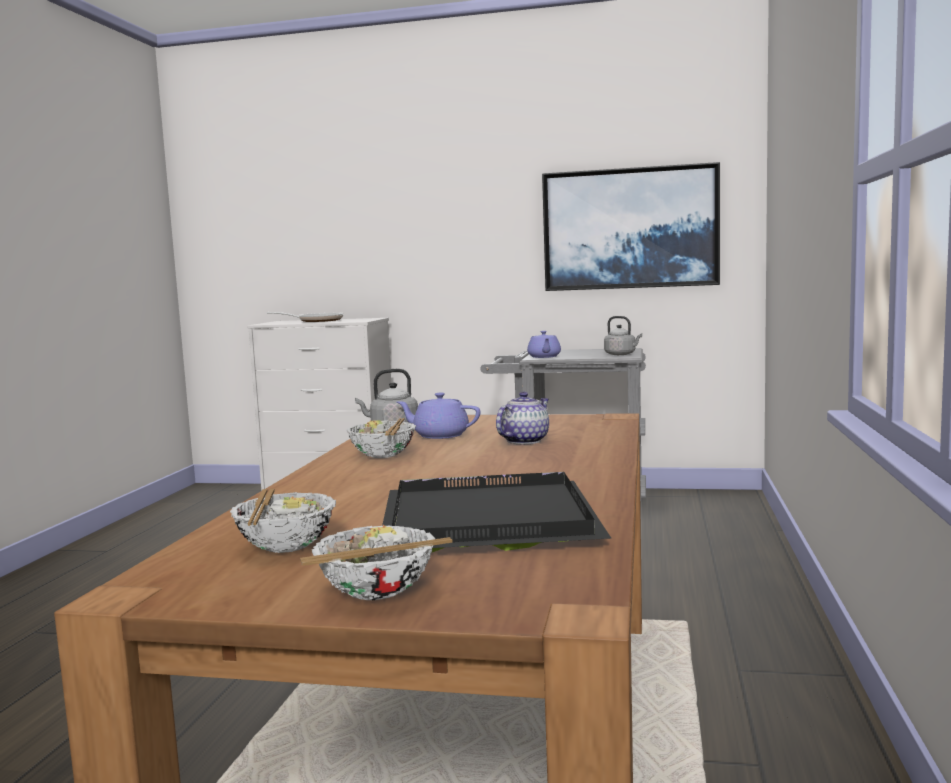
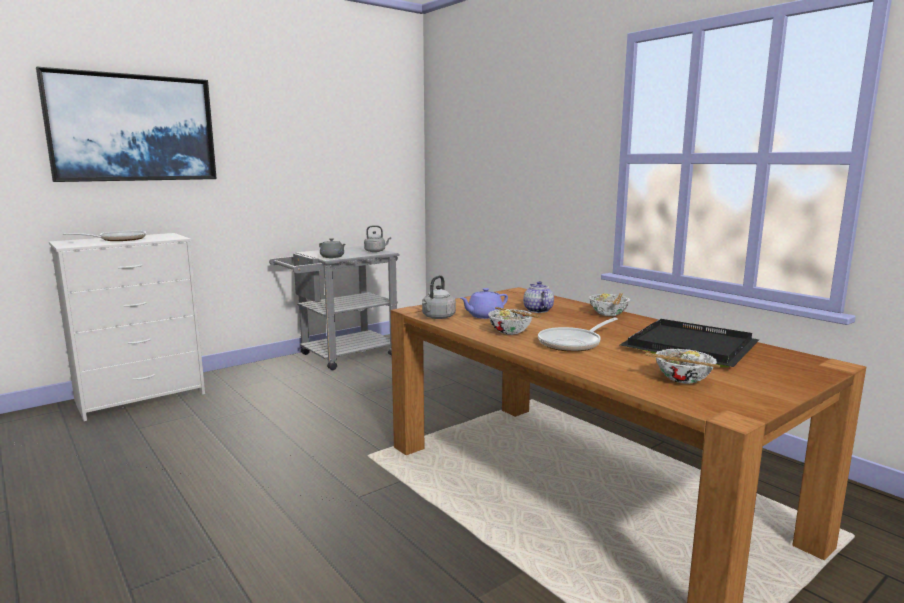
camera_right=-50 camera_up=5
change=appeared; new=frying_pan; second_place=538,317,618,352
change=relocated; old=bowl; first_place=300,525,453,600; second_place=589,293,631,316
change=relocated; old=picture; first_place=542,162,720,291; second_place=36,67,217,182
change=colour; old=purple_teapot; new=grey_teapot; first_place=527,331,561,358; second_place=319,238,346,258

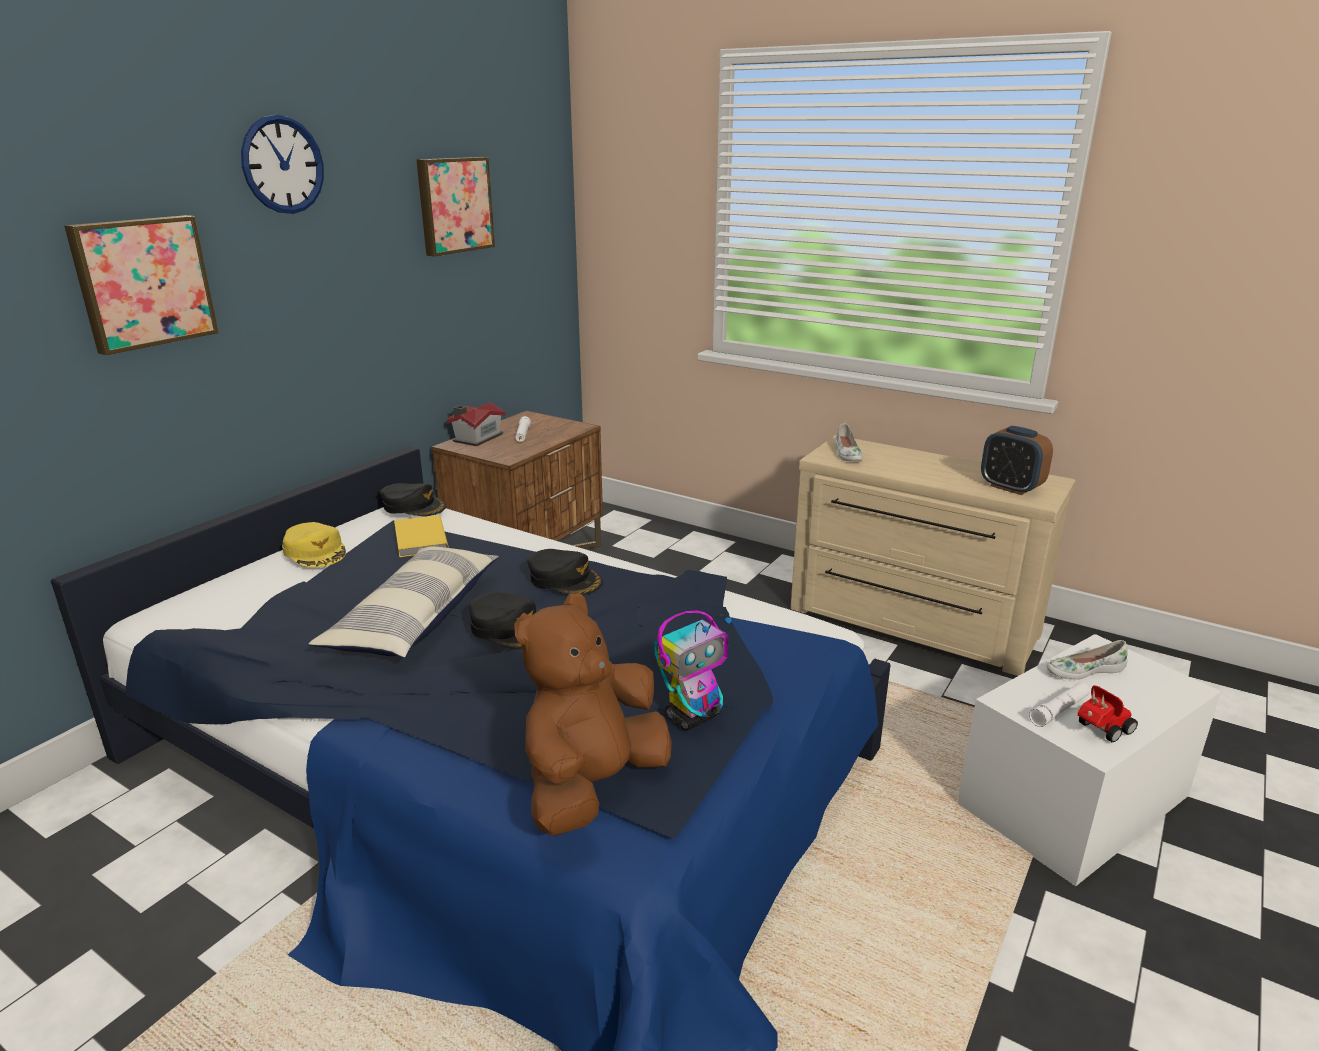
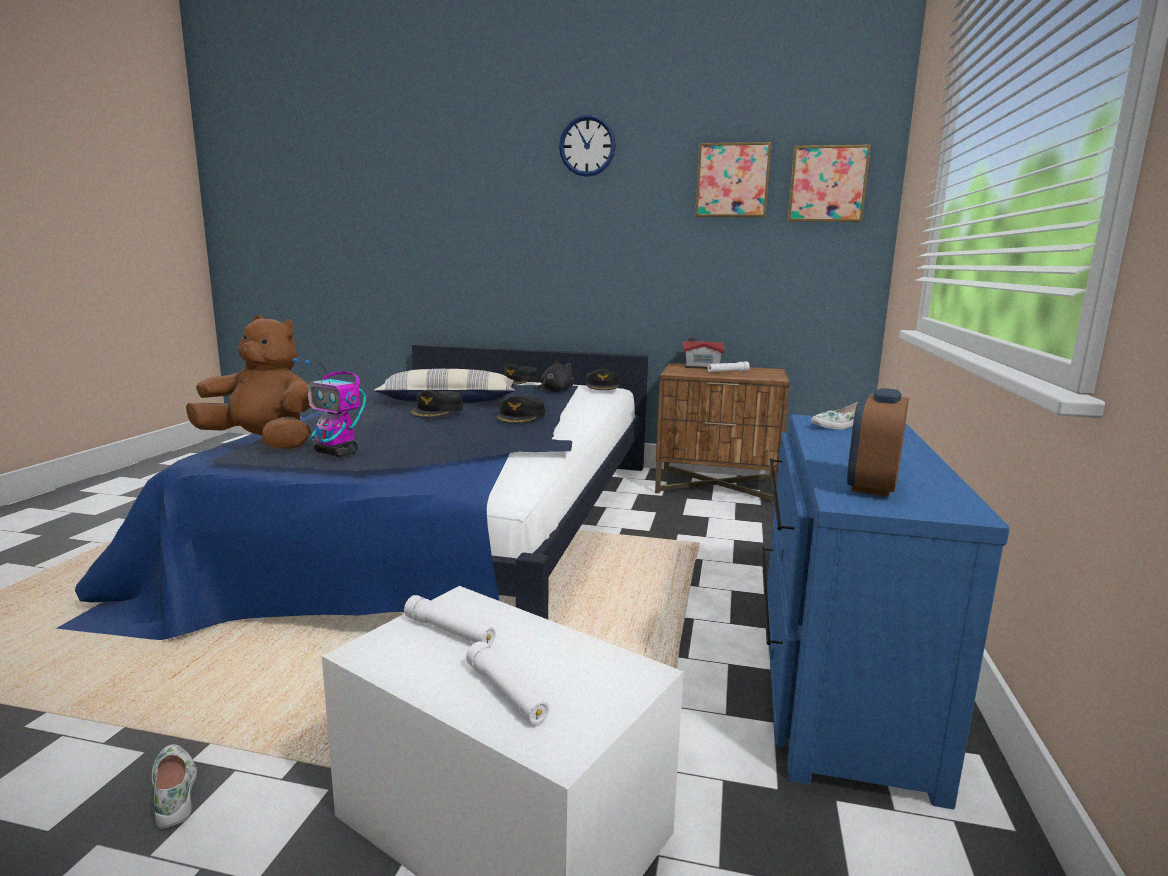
camera_right=70 camera_up=-10
change=missing; old=toy_car; first_place=1078,685,1138,742
change=appeared; new=white_flashlight; second_place=466,641,549,724
change=relocated; old=picture; first_place=64,215,219,355; second_place=787,145,871,222
change=relocated; old=white_shoe; first_place=1046,640,1128,680; second_place=152,744,197,829
change=exchanged; old=yellow_book; new=black_plush_toy; first_place=394,515,449,557; second_place=533,361,574,392
change=colour; old=yellow_cap; new=black_cap; first_place=282,522,346,567; second_place=504,364,539,385
change=colour; old=beige_dresser; new=blue_dresser; first_place=790,435,1075,676; second_place=762,414,1010,810

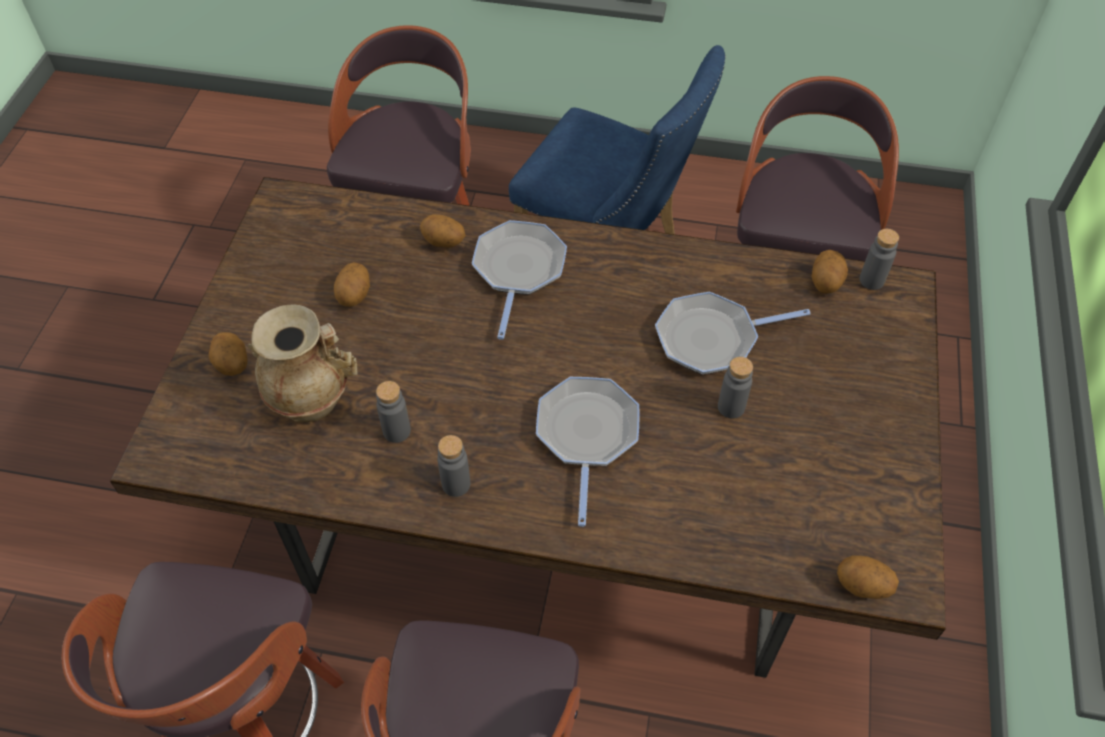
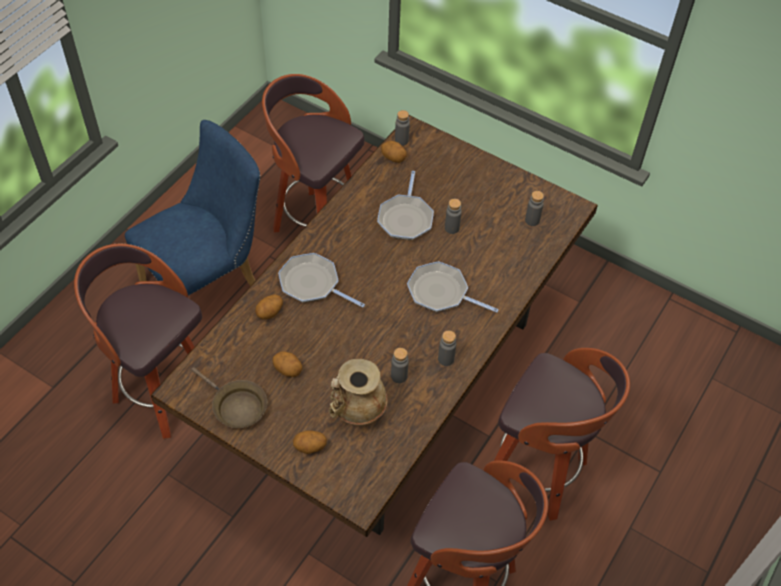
camera_right=-70 camera_up=0
change=missing; old=potato; first_place=837,555,899,599
change=appeared; new=brown_frying_pan; second_place=191,367,267,428
change=appeared; new=grey_bottle; second_place=525,191,544,226

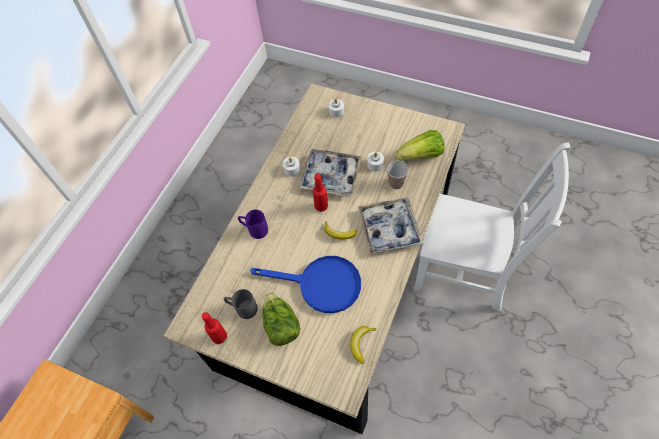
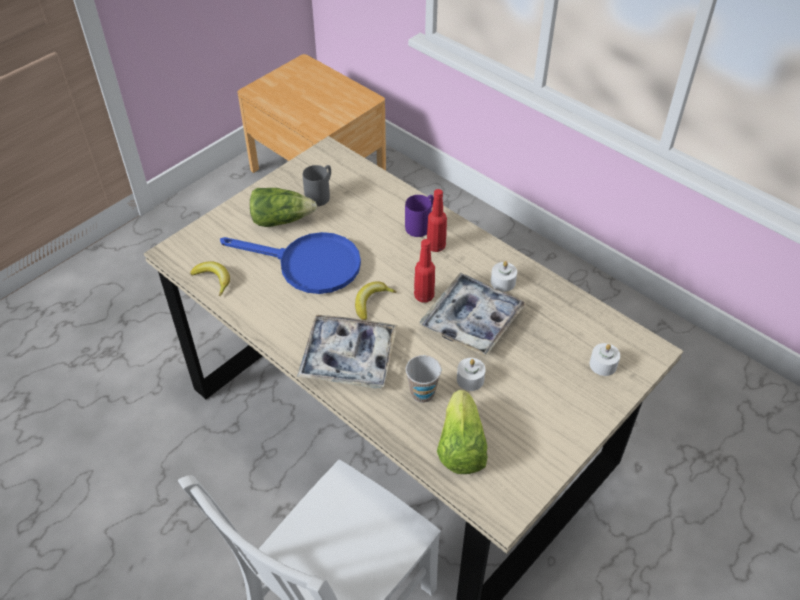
camera_right=105 camera_up=-10
change=relocated; old=red_bottle; first_place=202,312,227,344; second_place=427,189,447,252
change=spun; old=blue_frying_pan; first_place=250,256,361,313; second_place=220,232,361,294; degrees=-105

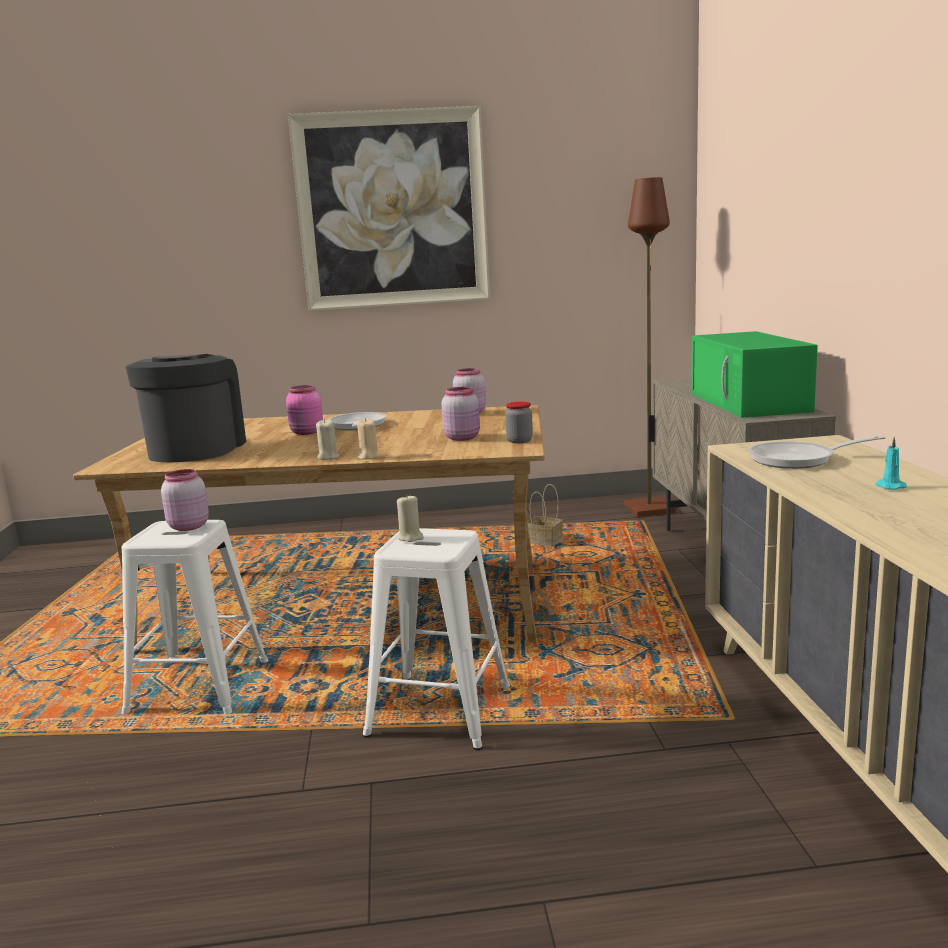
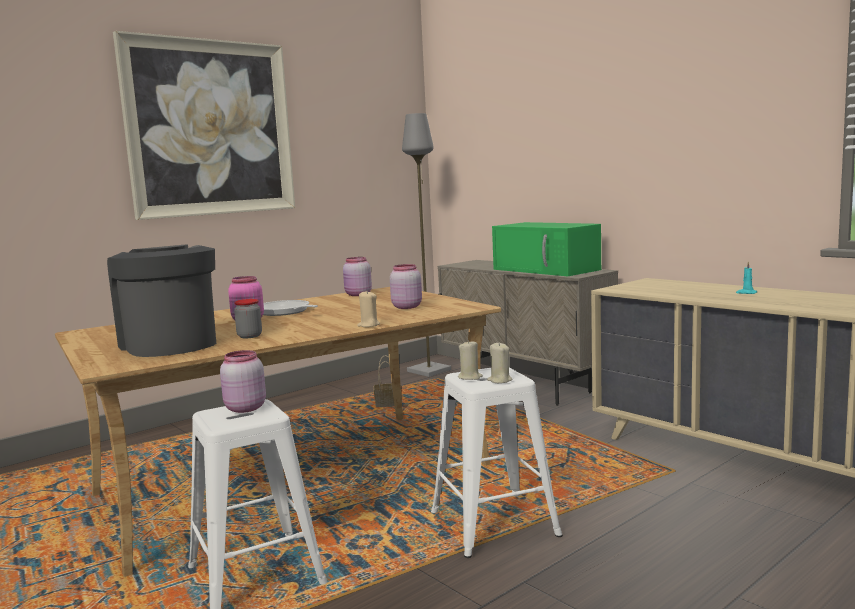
camera_right=-35 camera_up=-5
change=missing; old=frying_pan; first_place=748,436,886,469
change=relocated; old=beige_candle; first_place=316,419,339,460; second_place=487,343,513,383
change=relocated; old=jar; first_place=505,402,533,443; second_place=234,299,262,338
change=colour; old=brown_floor_lamp; new=grey_floor_lamp; first_place=624,177,676,517; second_place=402,113,451,377

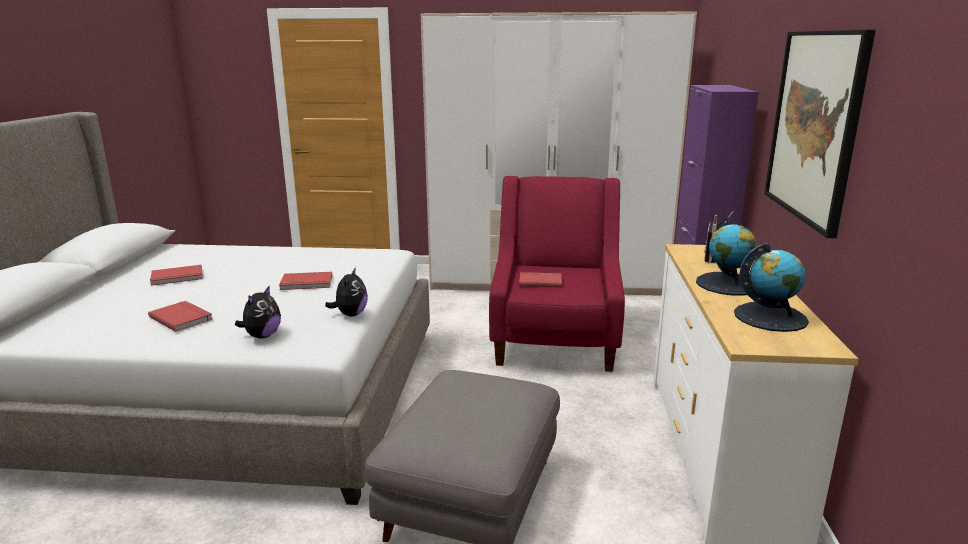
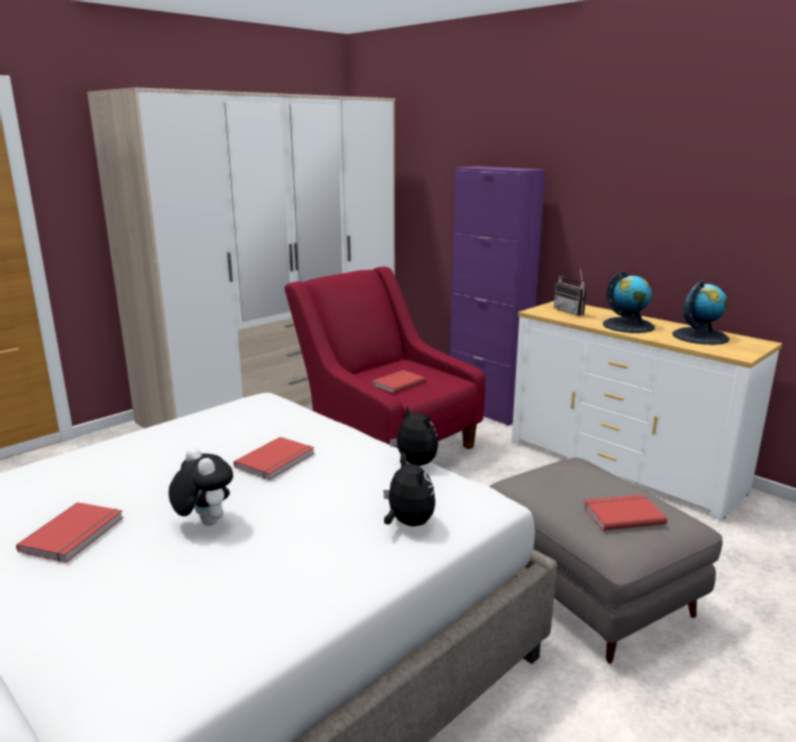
camera_right=-50 camera_up=0
change=missing; old=picture; first_place=764,30,876,238
change=appeared; new=plush_toy; second_place=169,447,233,526
change=relocated; old=red_book; first_place=148,301,212,332; second_place=583,494,667,531

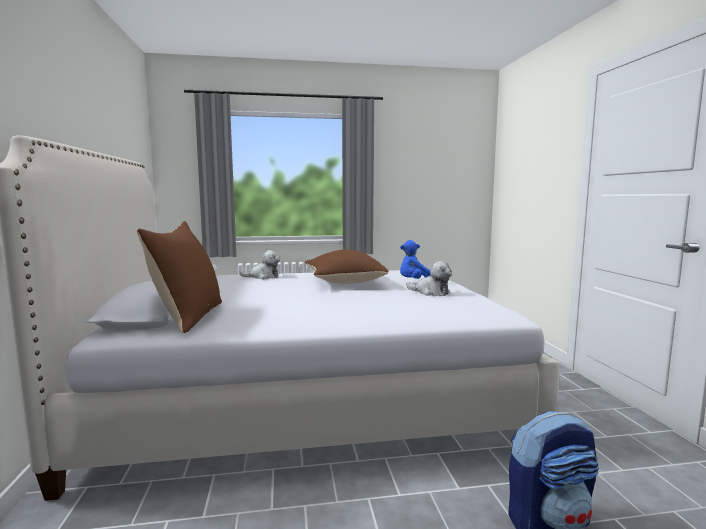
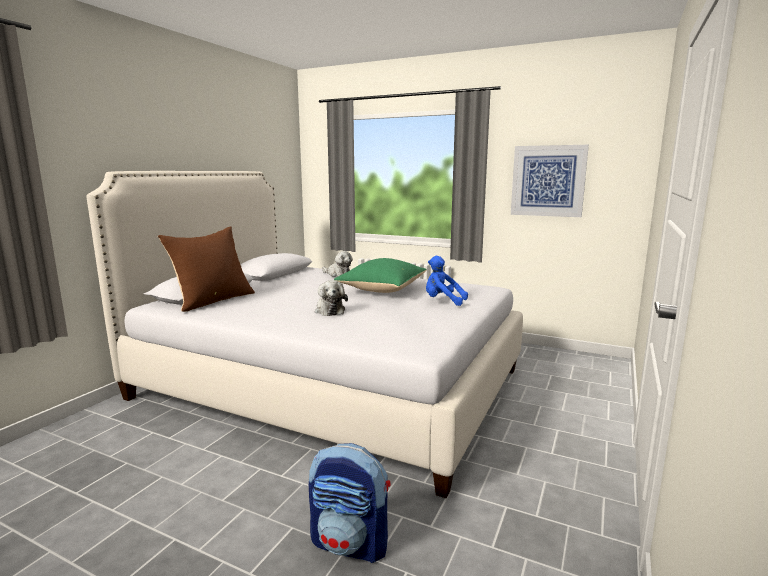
camera_right=35 camera_up=5
change=appeared; new=picture; second_place=511,145,589,217
change=relocated; old=plush_toy; first_place=406,261,452,296; second_place=315,280,348,316
change=colour; old=brown_pillow; new=green_pillow; first_place=305,250,389,284; second_place=334,258,427,293

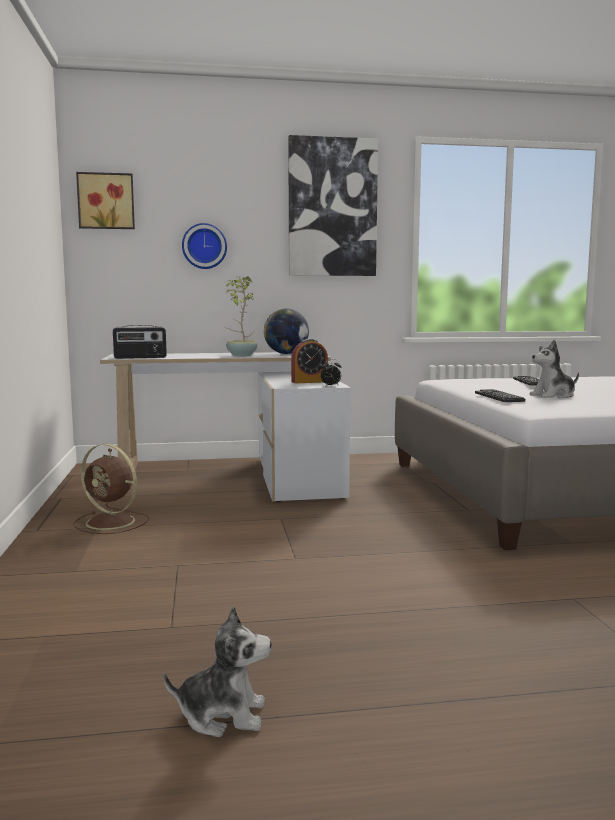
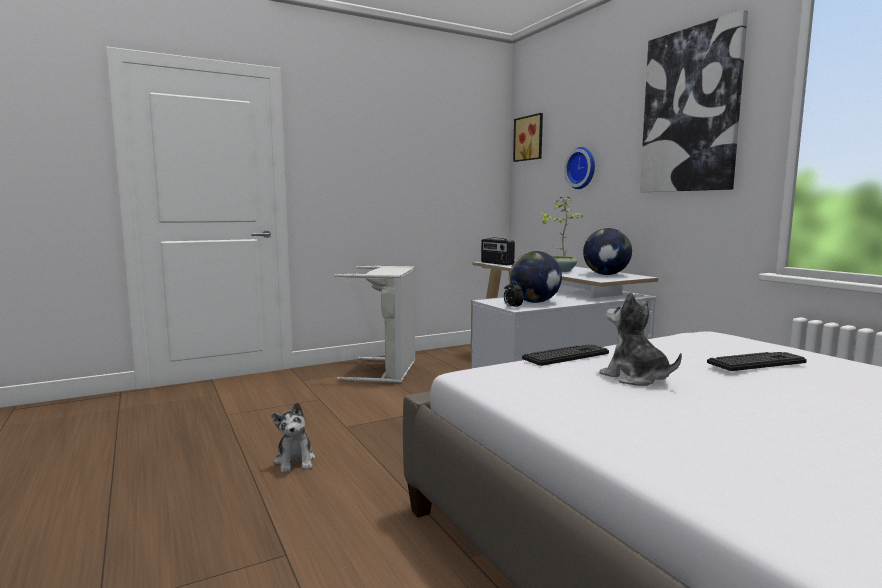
camera_right=70 camera_up=0
change=relocated; old=plush_toy; first_place=163,606,271,737; second_place=272,402,316,473
change=exchanged; old=brown_fan; new=grey_laundry_basket; first_place=74,444,149,534; second_place=334,265,415,383
change=exchanged; old=alarm_clock; new=globe; first_place=291,339,328,383; second_place=509,251,562,303

